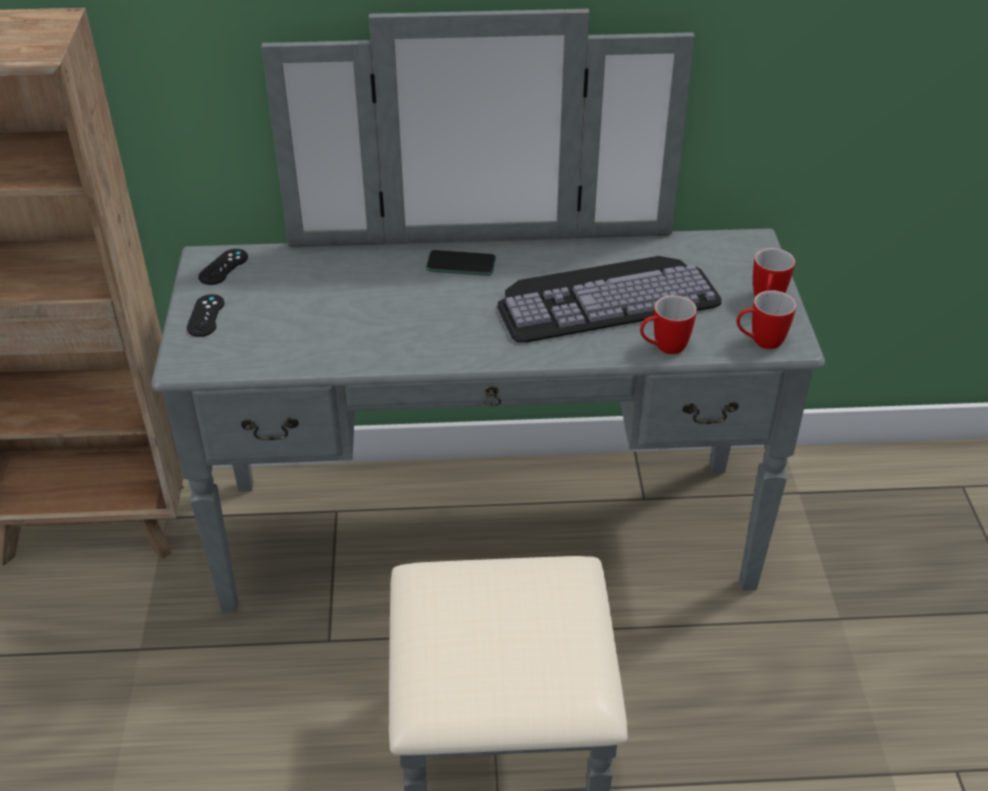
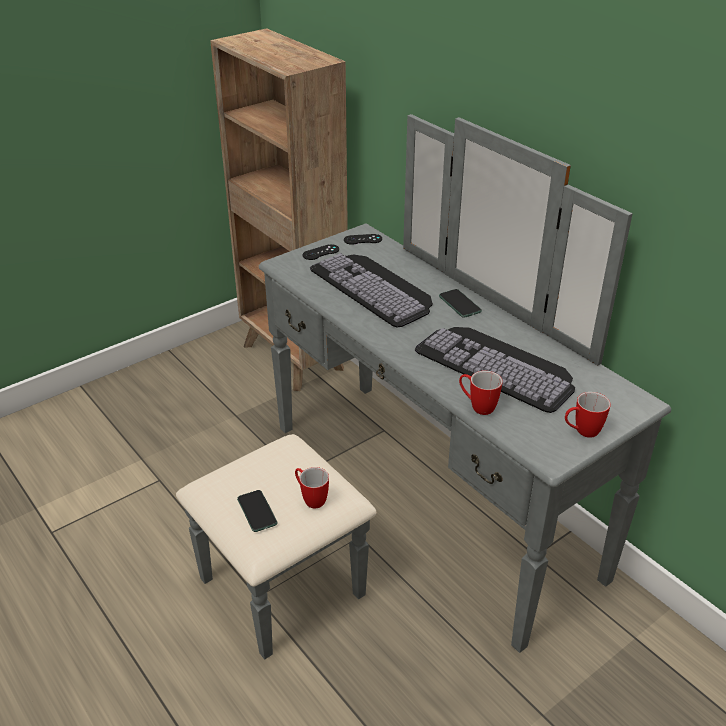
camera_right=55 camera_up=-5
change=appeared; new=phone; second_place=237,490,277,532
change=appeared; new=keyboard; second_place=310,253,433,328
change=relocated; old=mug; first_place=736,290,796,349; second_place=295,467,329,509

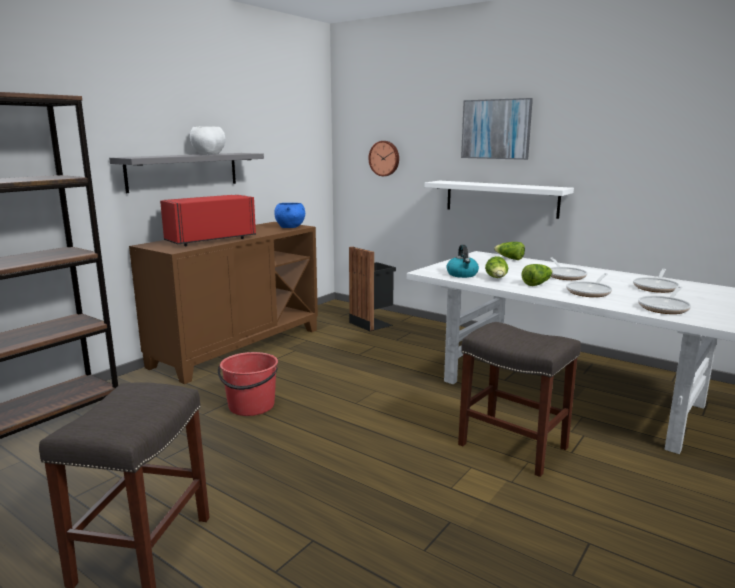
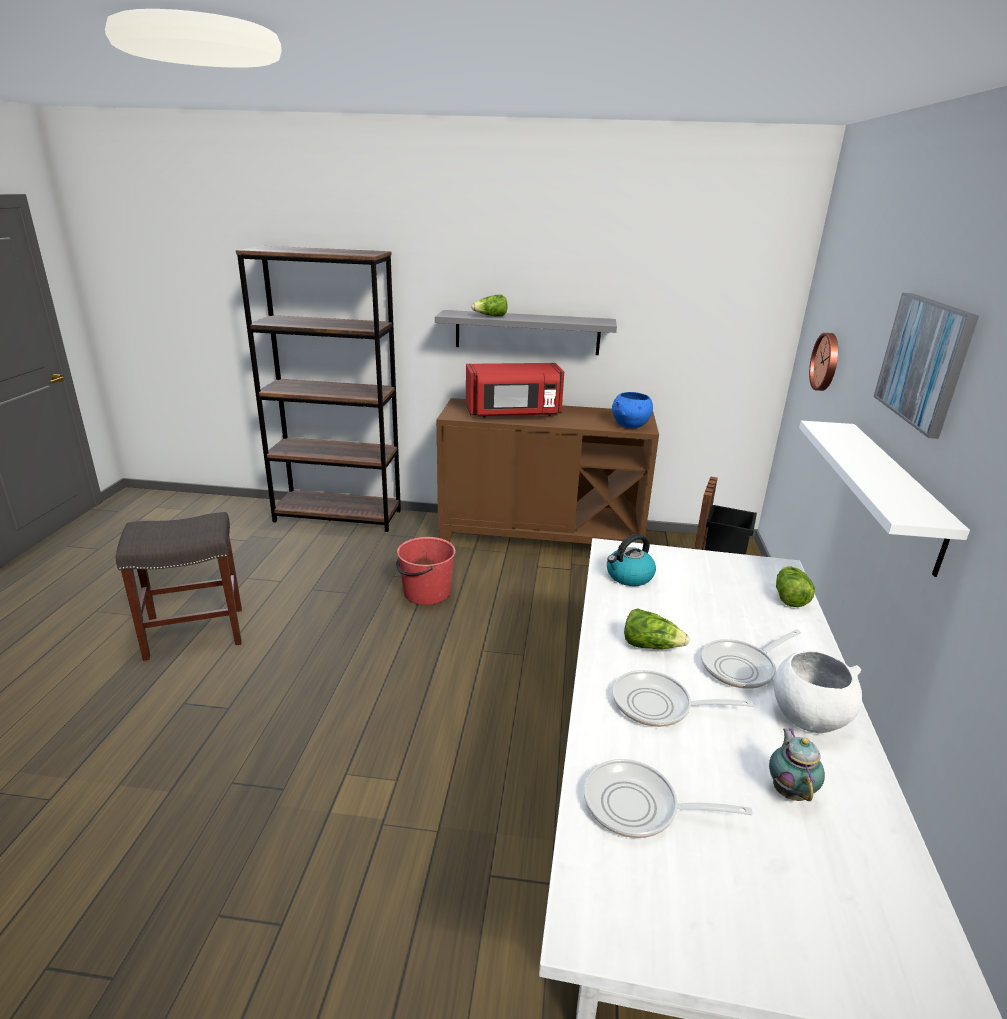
camera_right=60 camera_up=10
change=missing; old=grey_stool; first_place=458,322,581,477
change=relocated; old=white_bowl; first_place=190,126,226,155; second_place=774,650,862,733
change=relocated; old=lettuce; first_place=485,256,509,278; second_place=471,295,508,316
change=exchanged; old=frying_pan; new=teapot; first_place=633,269,679,293; second_place=769,728,825,801
change=spun; old=red_microwave; first_place=160,195,256,246; second_place=466,363,564,418; degrees=150

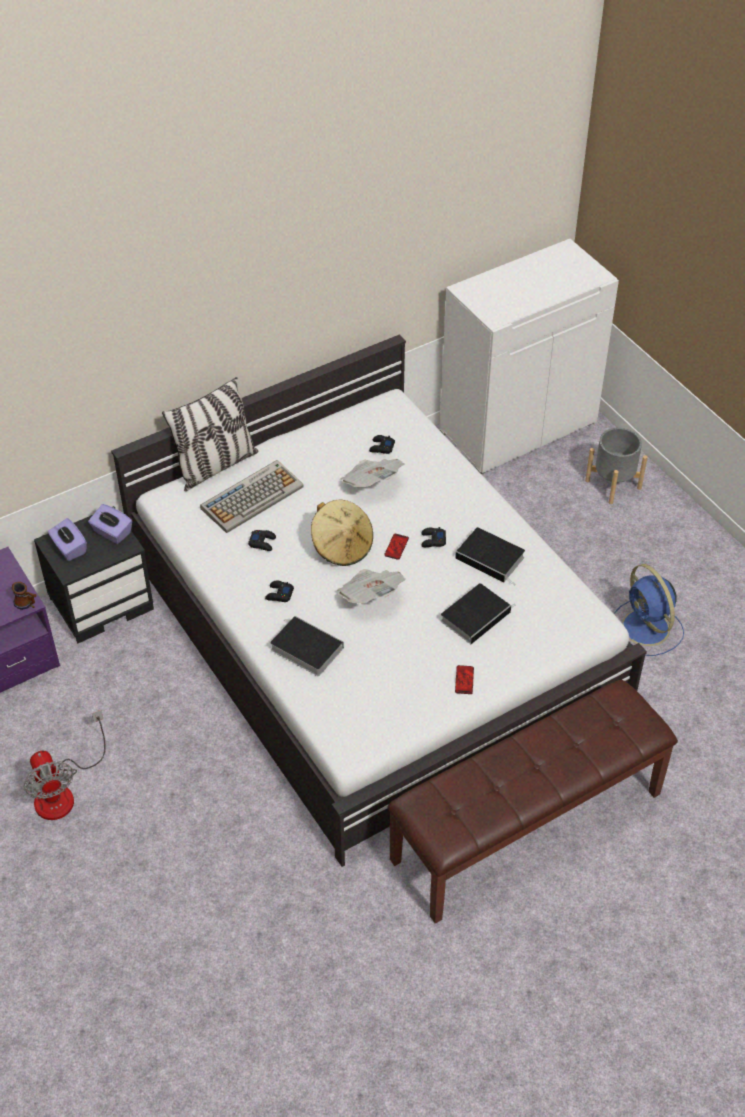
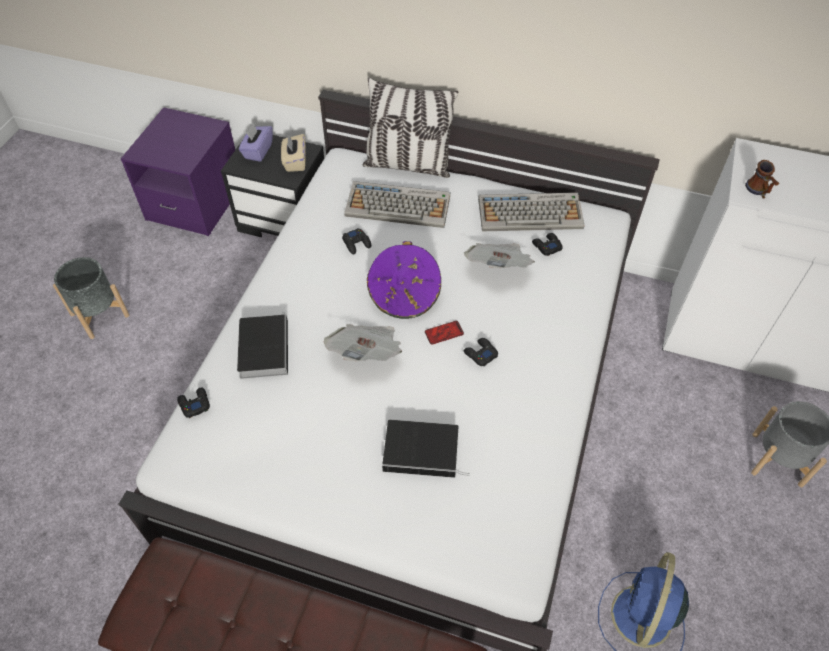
camera_right=50 camera_up=5
change=missing; old=book; first_place=455,527,525,585
change=missing; old=phone; first_place=455,665,474,694
change=appeared; new=keyboard; second_place=478,193,584,231
change=relocated; old=mug; first_place=12,582,37,610; second_place=745,160,779,198
change=relocated; old=black_game_controller; first_place=265,581,294,602; second_place=177,388,210,418
change=exchanged; old=fan; new=grey_planter; first_place=23,710,105,820; second_place=53,257,130,339
change=colour; old=purple_tissue_box; new=beige_tissue_box; first_place=88,504,132,544; second_place=281,134,306,172
change=colour; old=beige_hat; new=purple_hat; first_place=311,499,373,566; second_place=367,241,441,319

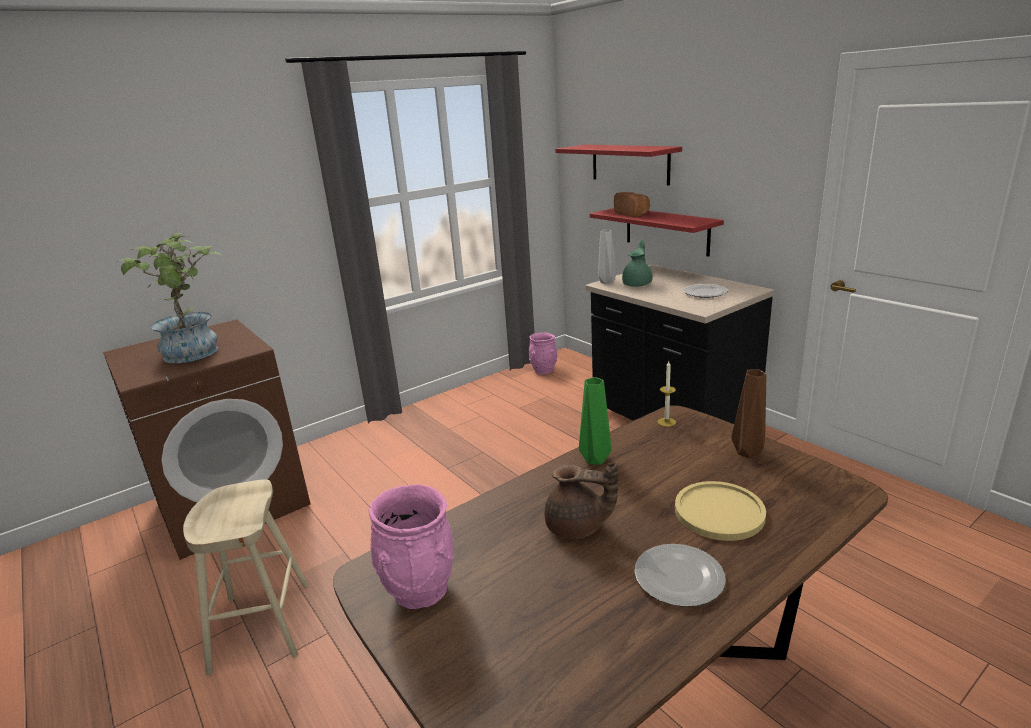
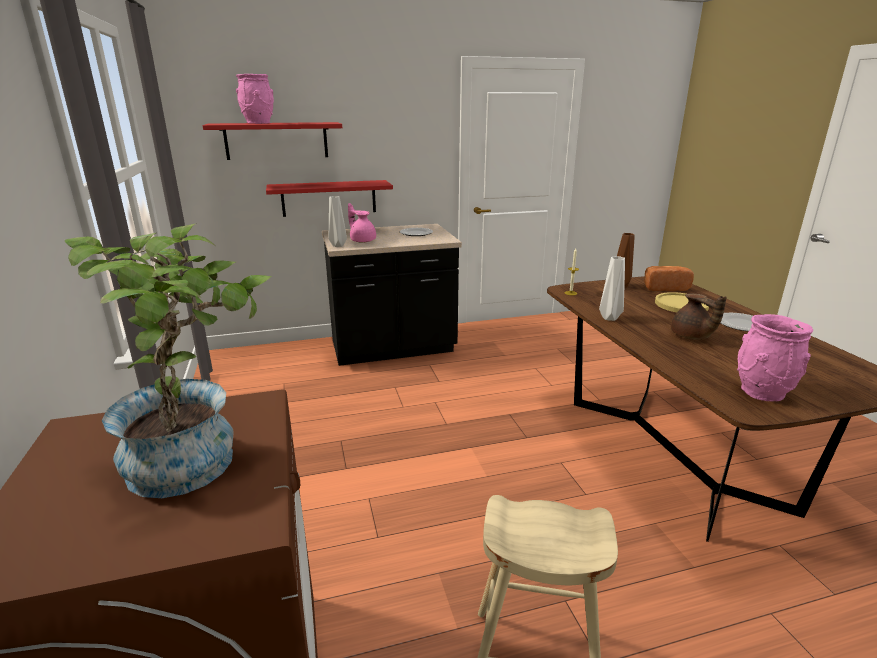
camera_right=-70 camera_up=0
change=relocated; old=pink_vase; first_place=529,332,557,375; second_place=236,74,274,124
change=relocated; old=bread; first_place=614,192,650,217; second_place=644,266,694,291
change=colour; old=green_vase; new=white_vase; first_place=579,377,612,465; second_place=599,256,625,321
change=colour; old=green_teapot; new=pink_teapot; first_place=622,240,652,287; second_place=348,203,376,243
change=spun; old=brown_teapot; first_place=544,462,618,538; second_place=671,294,727,340; degrees=120

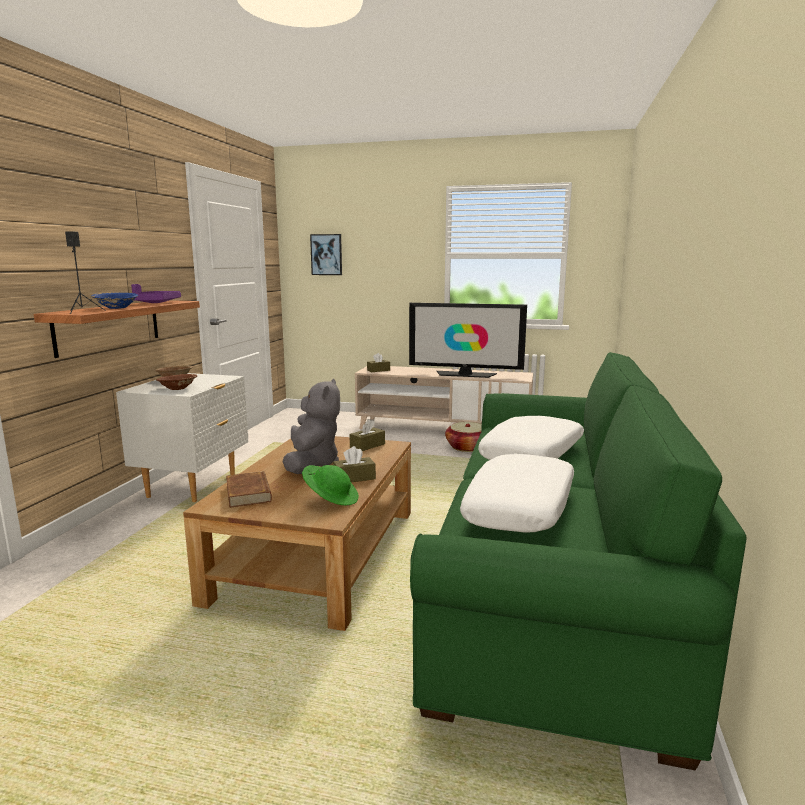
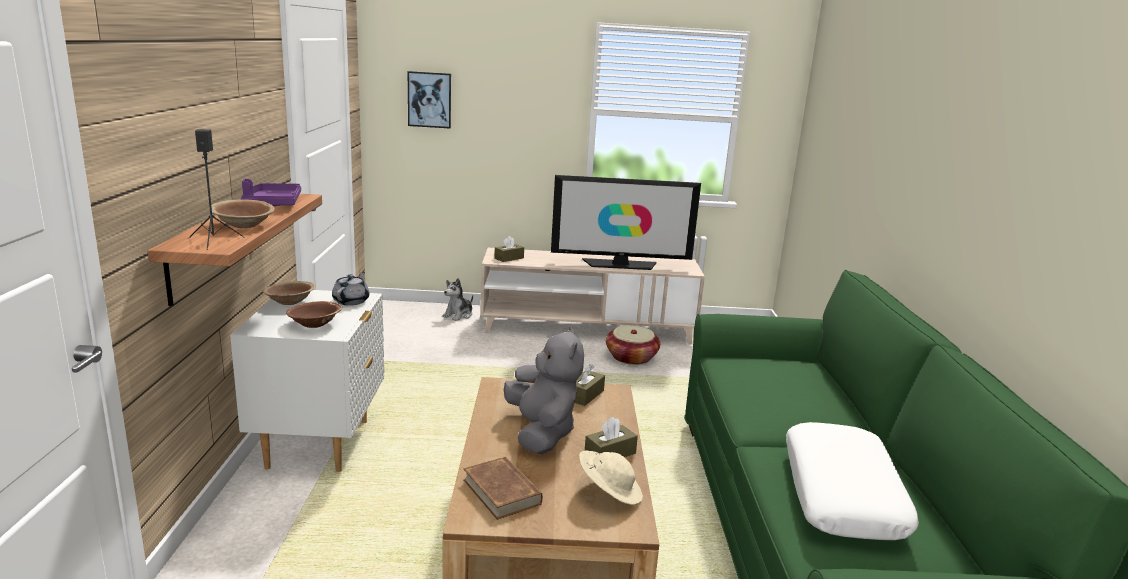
camera_right=-15 camera_up=5
change=missing; old=white_pillow; first_place=478,416,584,460
change=appeared; new=grey_teapot; second_place=332,272,369,306
change=appeared; new=plush_toy; second_place=443,278,473,321
change=colour; old=blue_bowl; new=brown_bowl; first_place=91,293,138,309; second_place=209,199,275,228
change=colour; old=green_hat; new=beige_hat; first_place=302,465,359,506; second_place=579,451,643,505

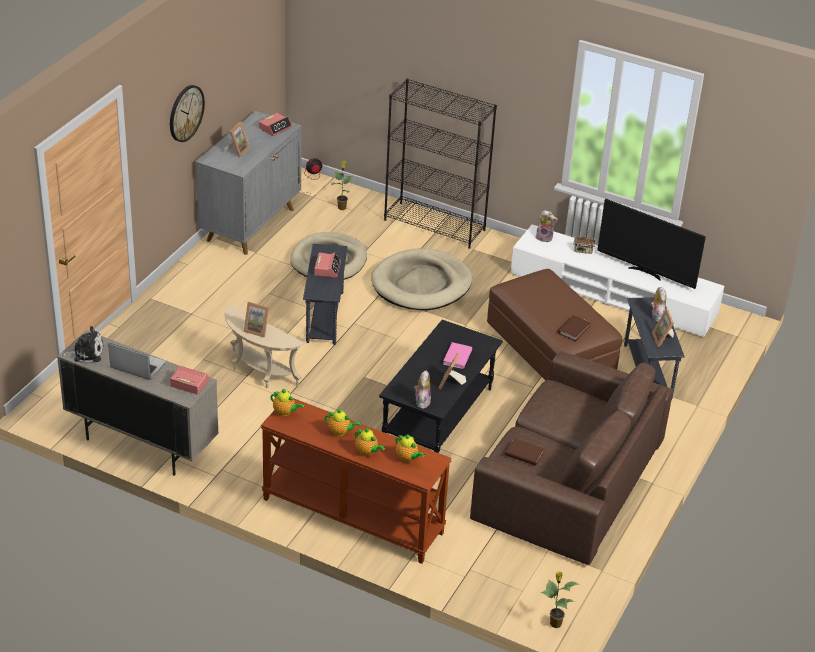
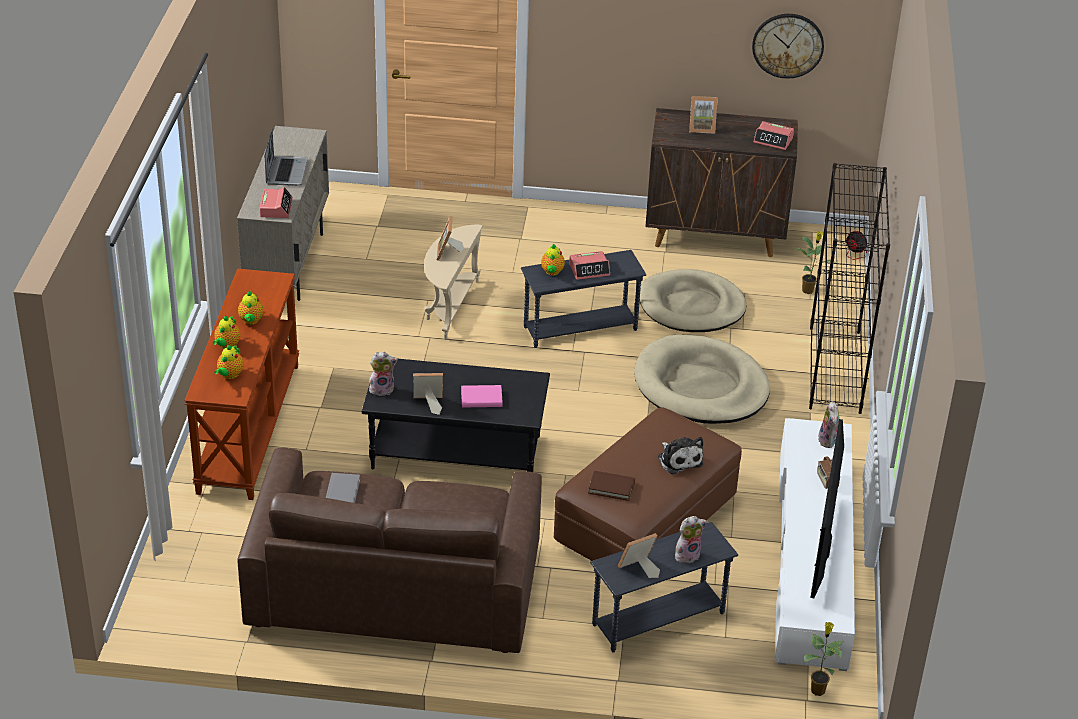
camera_right=70 camera_up=0
change=relocated; old=plush_toy; first_place=62,326,104,363; second_place=658,437,703,474
change=relocated; old=wall_clock; first_place=170,85,205,142; second_place=752,14,824,79
change=relocated; old=teapot; first_place=270,389,304,416; second_place=541,244,565,276
change=relocated; old=potted_plant; first_place=541,571,580,628; second_place=804,622,844,696
change=colour; old=grey_cabinet; new=brown_cabinet; first_place=195,111,302,255; second_place=645,108,798,257
change=colour; old=brown_book; new=grey_book; first_place=505,438,544,466; second_place=326,473,360,503

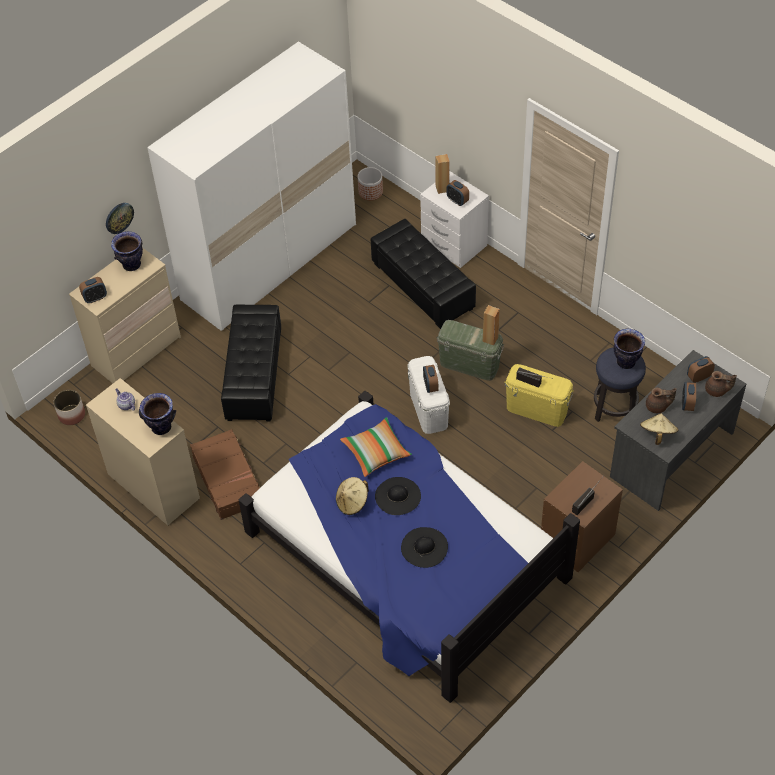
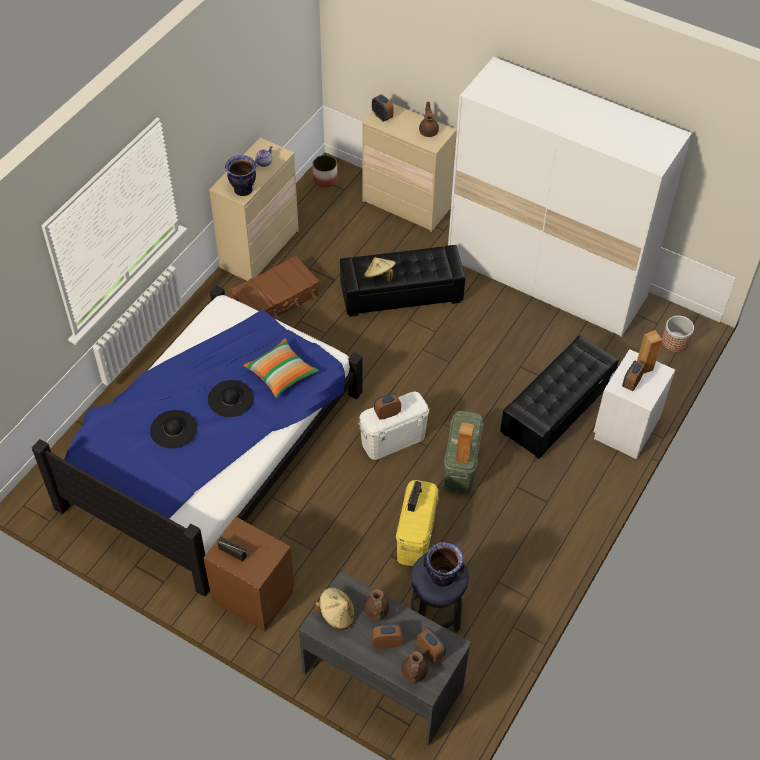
camera_right=75 camera_up=0
change=missing; old=wall_clock; first_place=106,203,134,234
change=relocated; old=beige_hat; first_place=336,477,369,515; second_place=364,257,396,282
change=exchanged; old=vase; new=brown_teapot; first_place=111,231,143,271; second_place=419,101,439,137

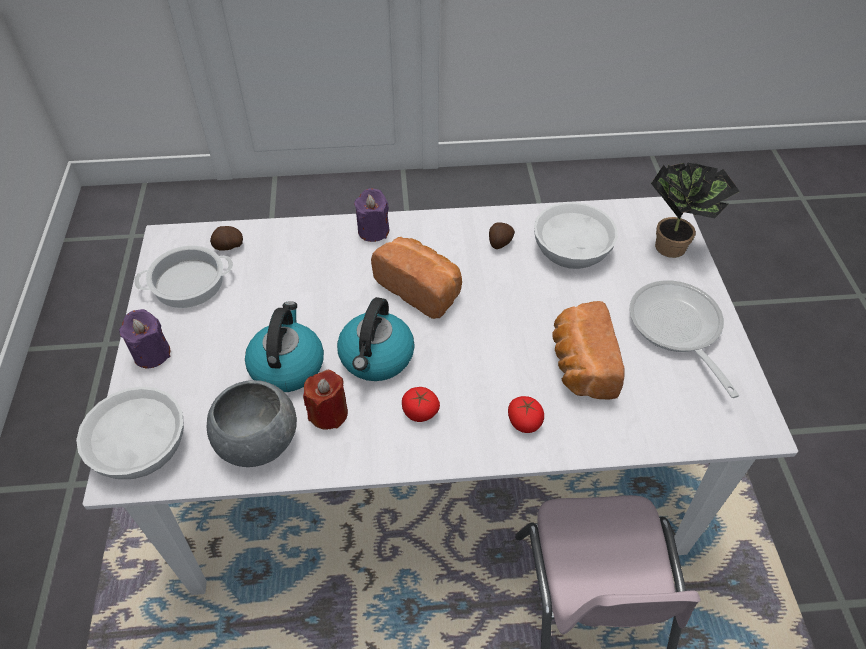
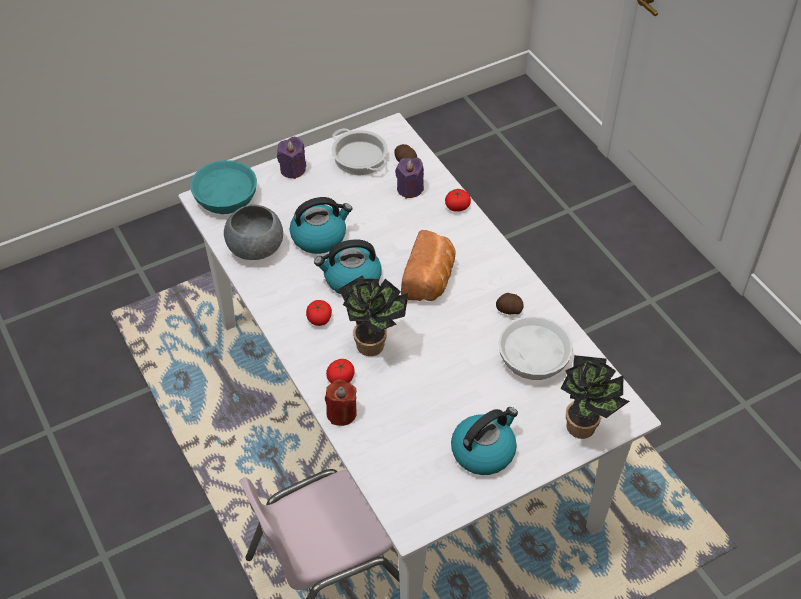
camera_right=65 camera_up=0
change=missing; old=bread; first_place=552,301,624,399
change=appeared; new=potted_plant; second_place=338,275,408,356
change=appeared; new=tomato; second_place=445,189,471,212
change=relocated; old=red_candle; first_place=303,370,348,430; second_place=325,380,357,426
change=relocated; old=purple_candle; first_place=354,188,389,242; second_place=395,157,424,198
change=exchanged; old=frying_pan; new=kettle; first_place=629,280,739,398; second_place=451,407,518,475
change=colour; old=white_bowl; new=turquoise_bowl; first_place=76,387,184,479; second_place=190,160,257,214

